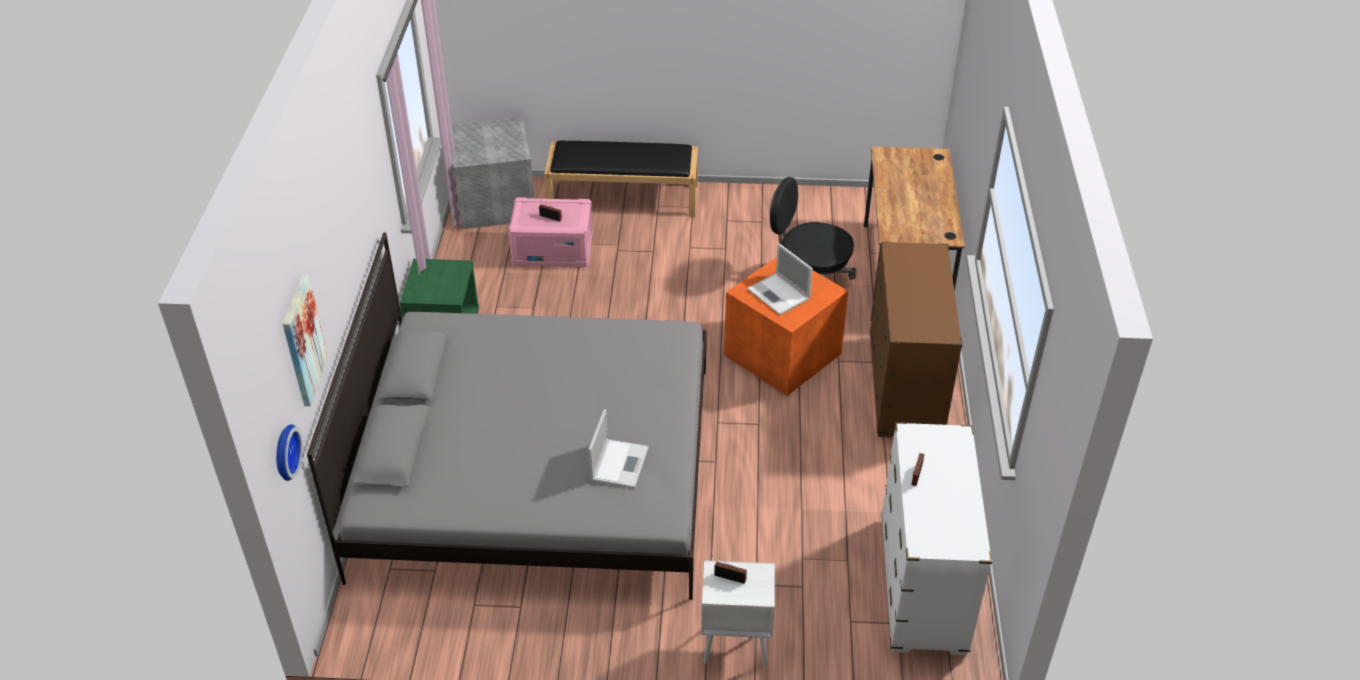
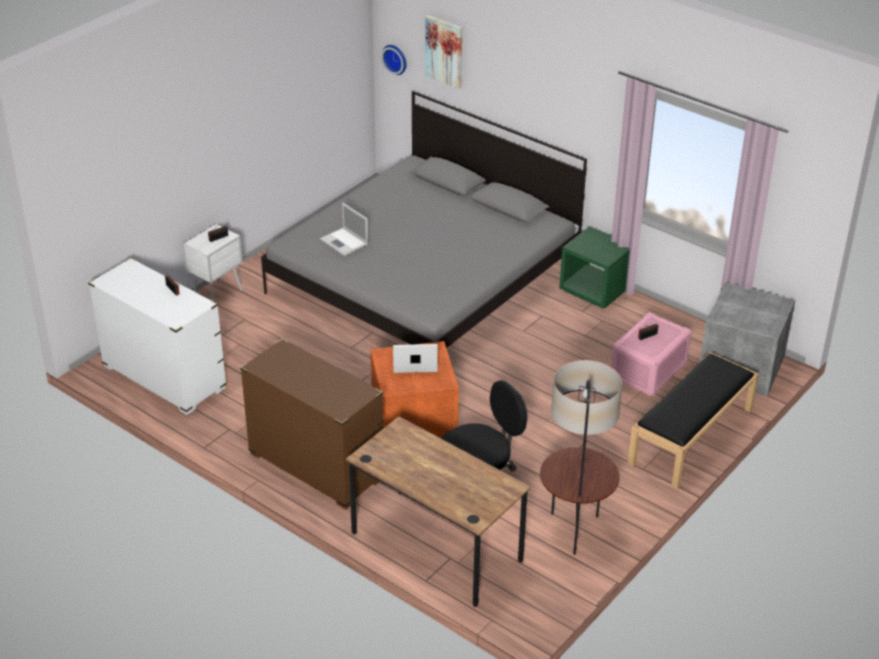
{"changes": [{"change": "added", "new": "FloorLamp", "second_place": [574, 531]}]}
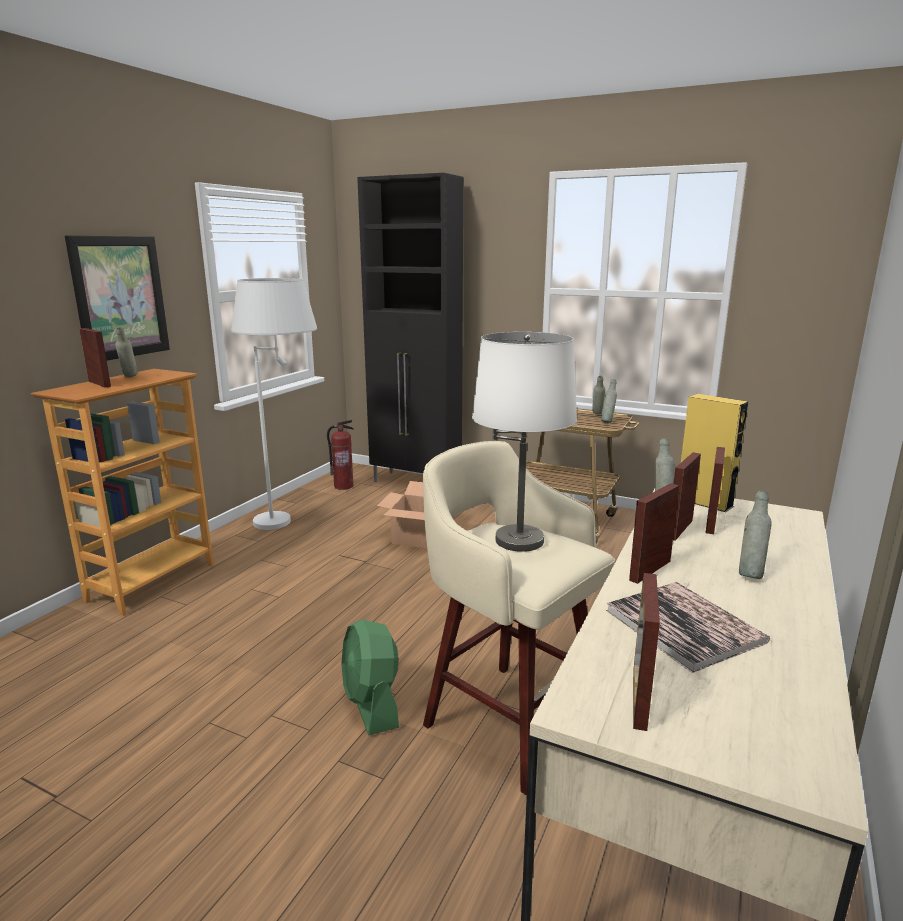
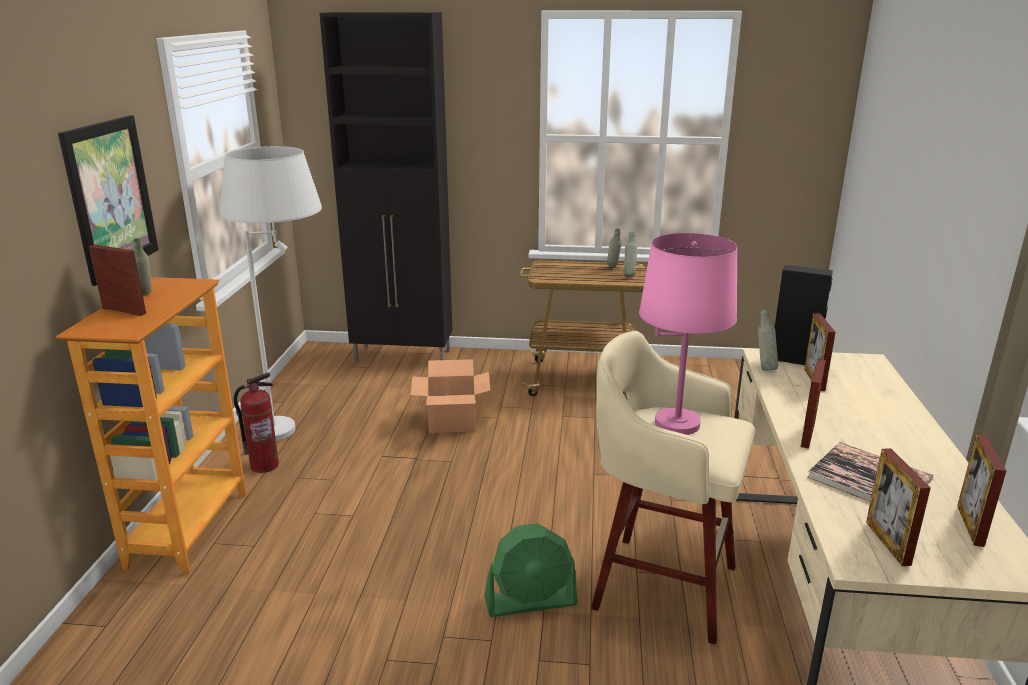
{"changes": [{"change": "moved", "old": "FireExtinguisher", "first_place": [344, 486], "second_place": [264, 465]}, {"change": "turned", "old": "GreenFan", "first_place": [372, 704], "second_place": [531, 601], "degrees": -60}, {"change": "recoloured", "old": "WhiteTableLamp", "new": "PinkTableLamp", "first_place": [520, 540], "second_place": [677, 423]}, {"change": "recoloured", "old": "YellowSpeaker", "new": "BlackSpeaker", "first_place": [704, 502], "second_place": [793, 359]}, {"change": "moved", "old": "PictureFrame", "first_place": [680, 529], "second_place": [970, 525]}, {"change": "removed", "old": "GreyBottle", "first_place": [750, 574]}]}
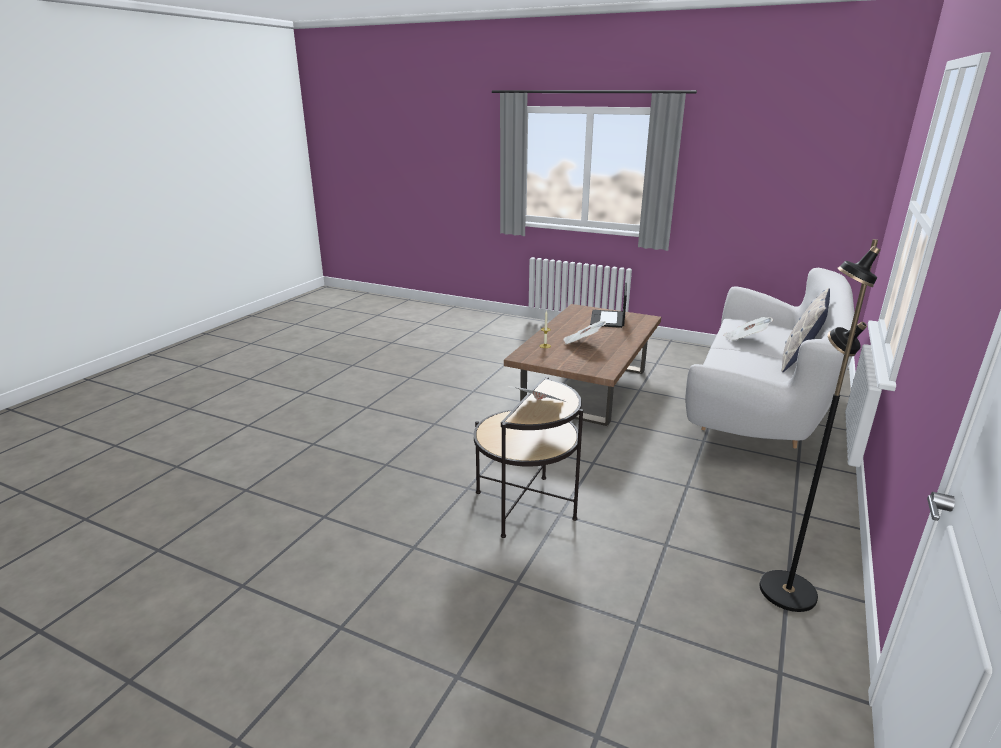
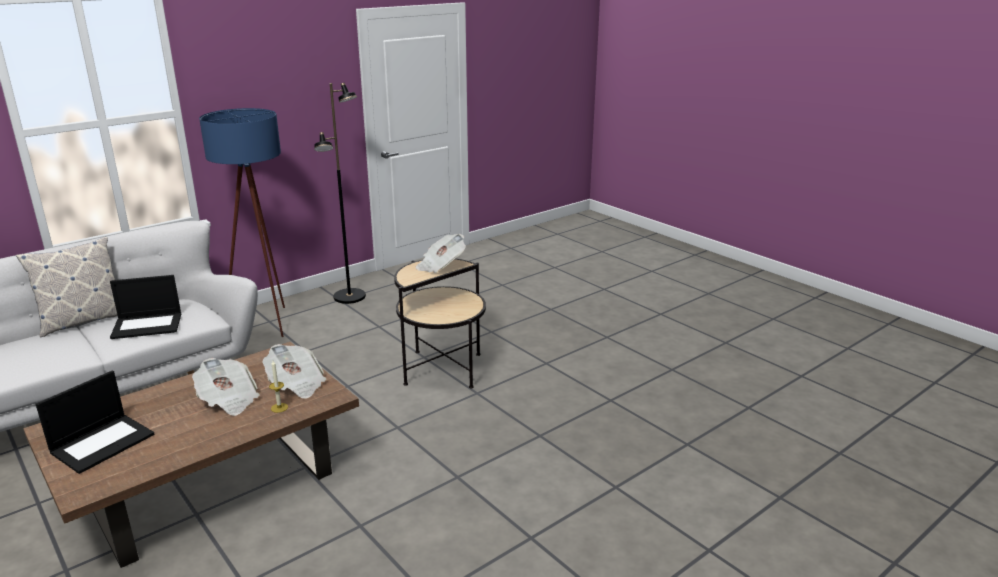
{"changes": [{"change": "added", "new": "Laptop", "second_place": [148, 325]}, {"change": "added", "new": "BlueFloorLamp", "second_place": [267, 326]}, {"change": "moved", "old": "Newspaper", "first_place": [745, 339], "second_place": [296, 384]}]}
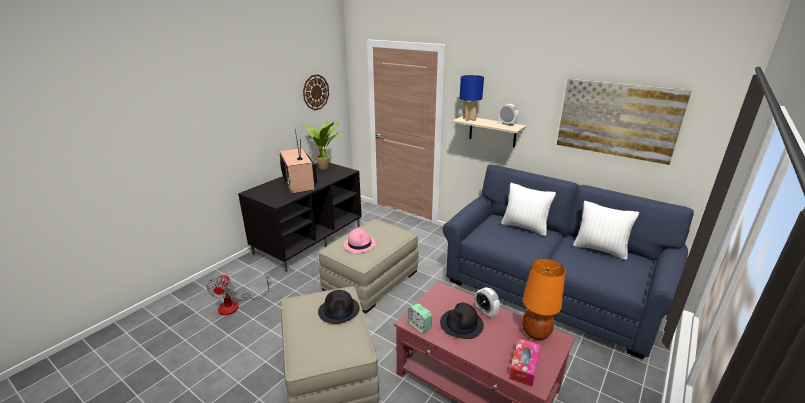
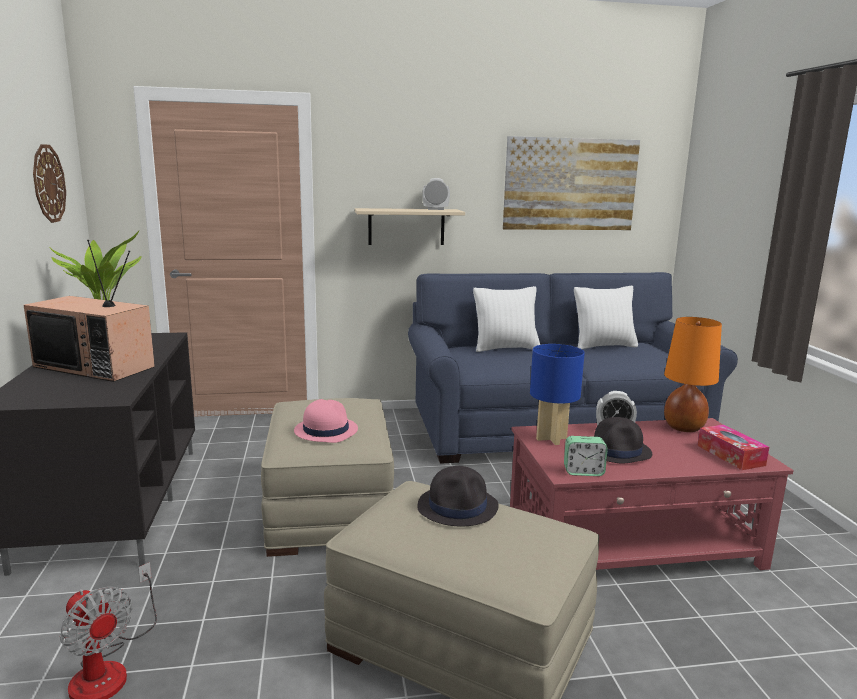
{"changes": [{"change": "moved", "old": "BlueTableLamp", "first_place": [469, 119], "second_place": [551, 439]}]}
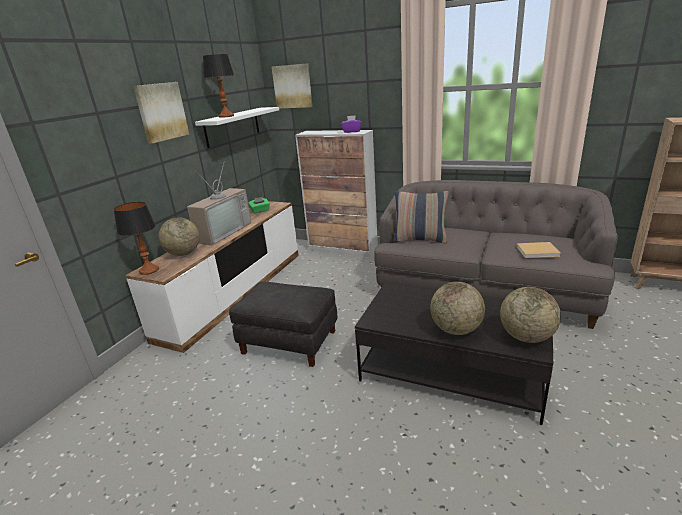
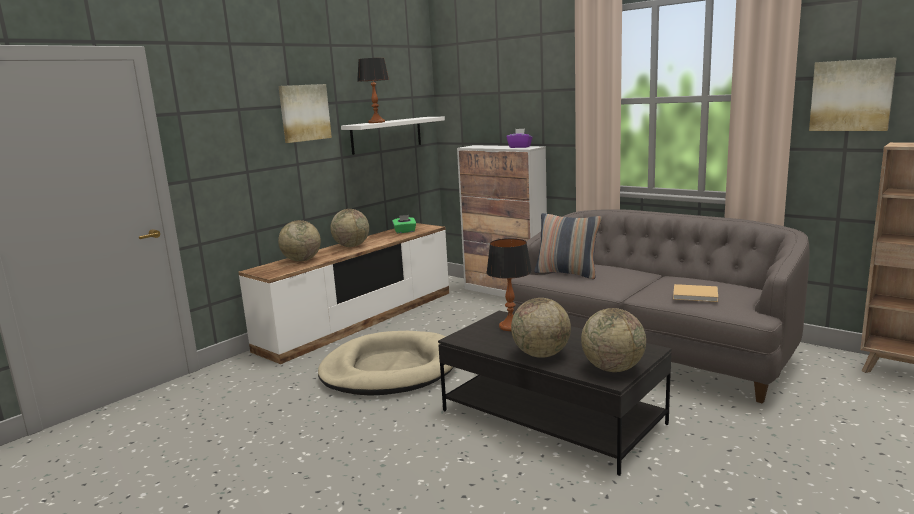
{"changes": [{"change": "replaced", "old": "BlackOttoman", "new": "BeigeDogBed", "first_place": [288, 342], "second_place": [390, 369]}, {"change": "replaced", "old": "Television", "new": "Globe", "first_place": [222, 232], "second_place": [351, 246]}, {"change": "moved", "old": "TableLamp", "first_place": [149, 270], "second_place": [510, 326]}, {"change": "moved", "old": "Picture", "first_place": [293, 86], "second_place": [851, 95]}]}
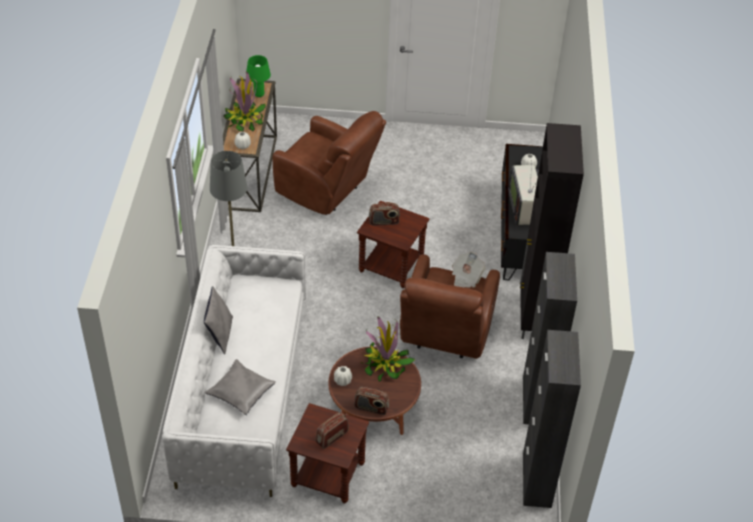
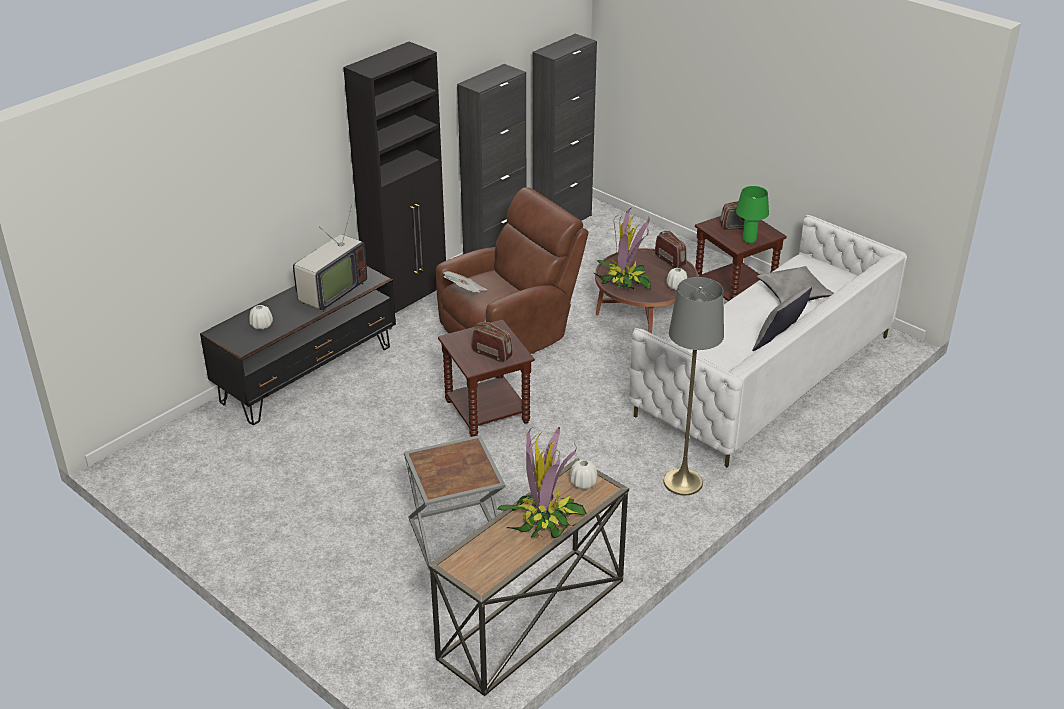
{"changes": [{"change": "replaced", "old": "BrownArmchair", "new": "GreySideTable", "first_place": [327, 190], "second_place": [457, 534]}, {"change": "moved", "old": "GreenTableLamp", "first_place": [259, 94], "second_place": [748, 241]}]}
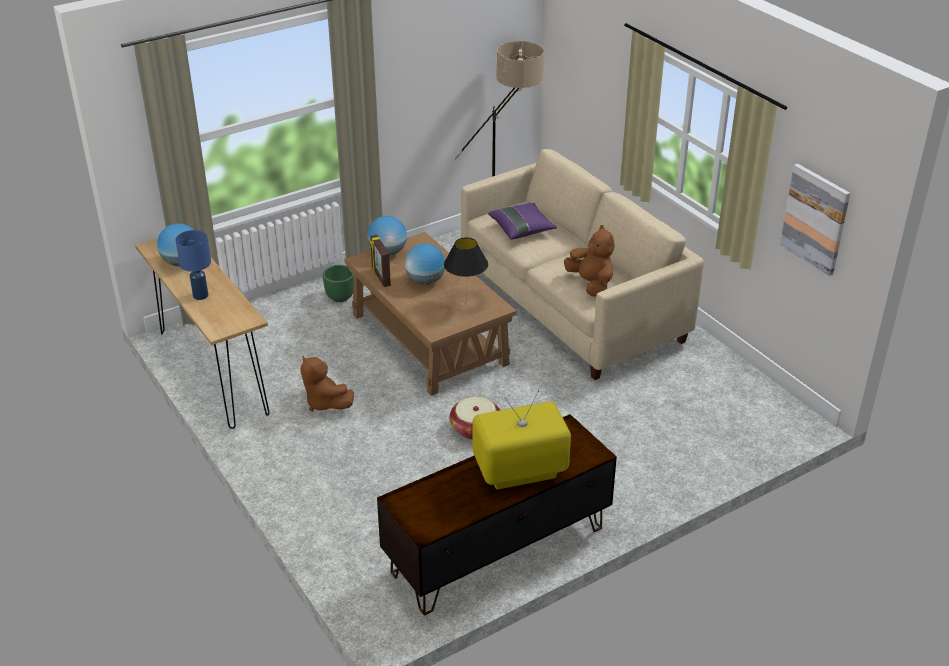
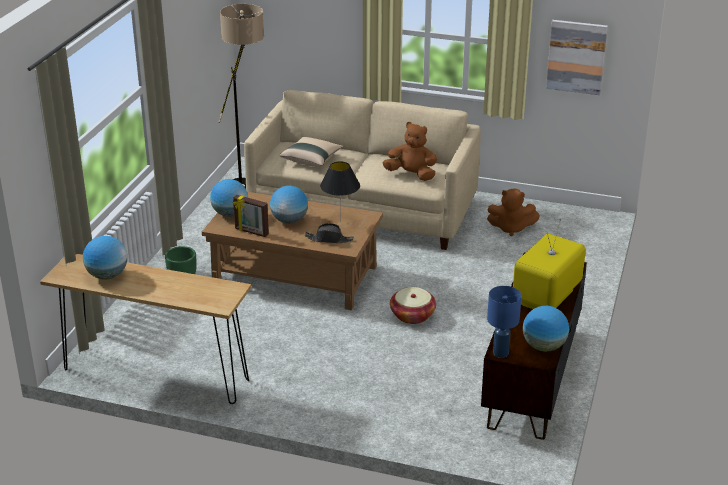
{"changes": [{"change": "recoloured", "old": "PurplePillow", "new": "BeigePillow", "first_place": [522, 230], "second_place": [312, 160]}, {"change": "added", "new": "BlackHat", "second_place": [329, 239]}, {"change": "moved", "old": "BrownPlushToy", "first_place": [325, 403], "second_place": [511, 228]}, {"change": "moved", "old": "BlueTableLamp", "first_place": [200, 296], "second_place": [500, 353]}, {"change": "added", "new": "Globe", "second_place": [543, 347]}]}
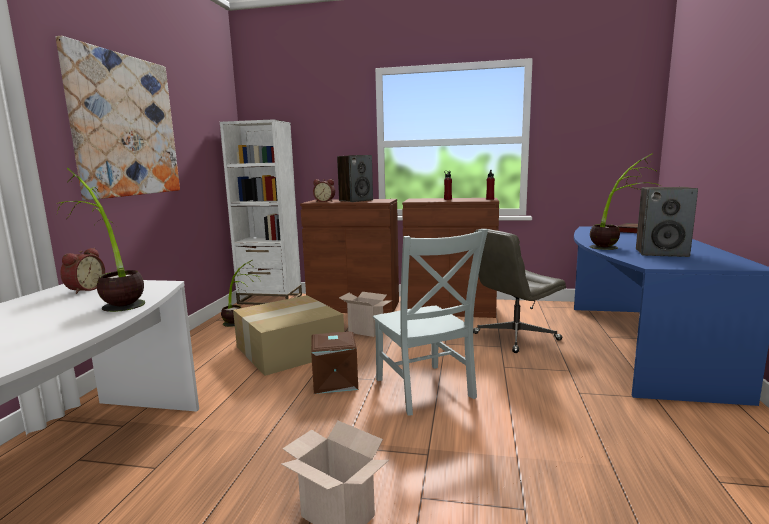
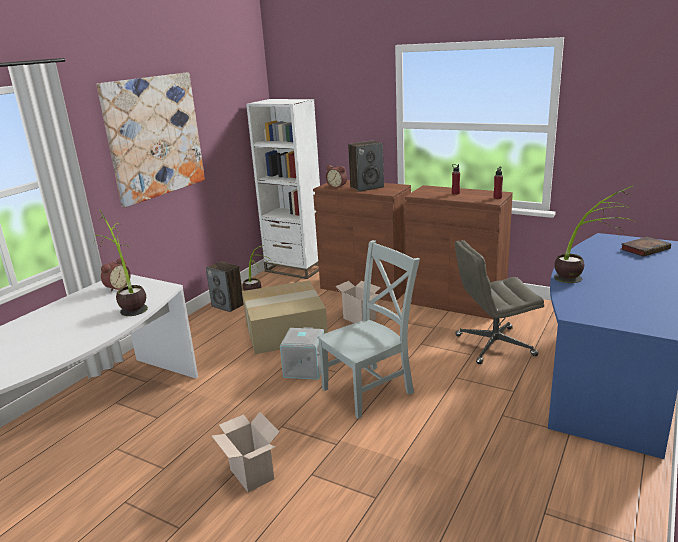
{"changes": [{"change": "moved", "old": "Speaker", "first_place": [661, 253], "second_place": [228, 305]}, {"change": "recoloured", "old": "BrownStorageBox", "new": "GreyStorageBox", "first_place": [334, 381], "second_place": [304, 368]}, {"change": "turned", "old": "GreyChair", "first_place": [425, 390], "second_place": [371, 389], "degrees": -120}]}
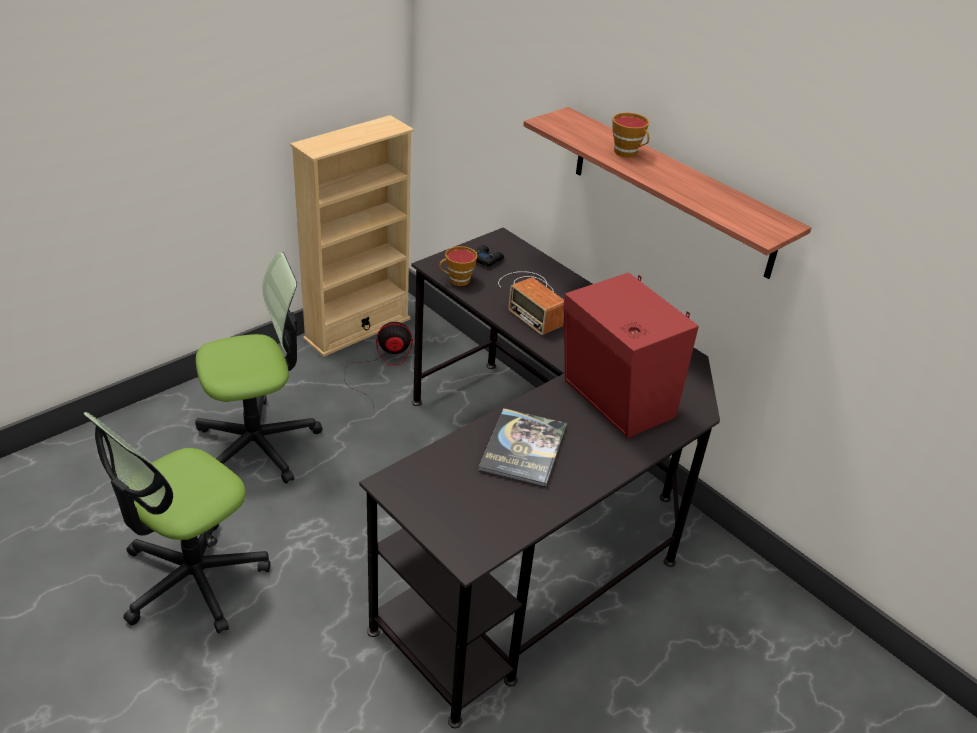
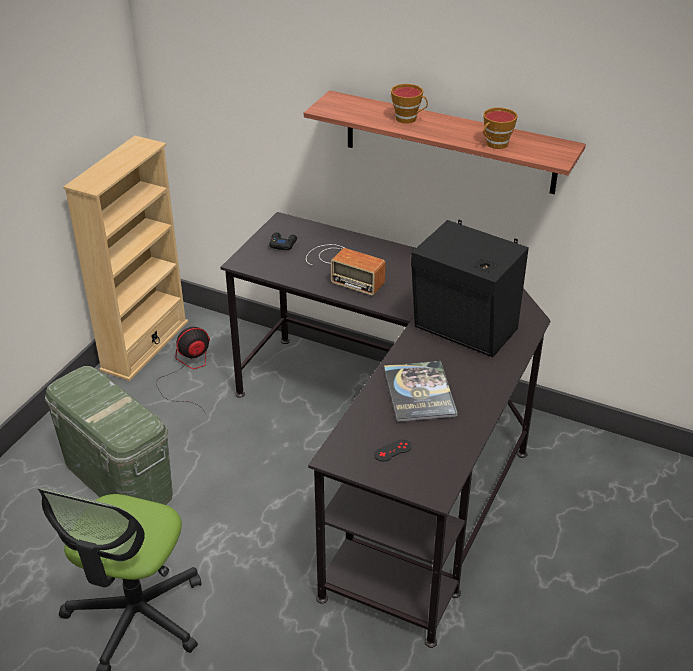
{"changes": [{"change": "replaced", "old": "OfficeChair", "new": "GreenStorageBox", "first_place": [258, 443], "second_place": [118, 478]}, {"change": "added", "new": "BlackGameController", "second_place": [392, 450]}, {"change": "recoloured", "old": "RedSpeaker", "new": "BlackSpeaker", "first_place": [615, 401], "second_place": [465, 331]}, {"change": "moved", "old": "Cup", "first_place": [457, 281], "second_place": [495, 145]}]}
